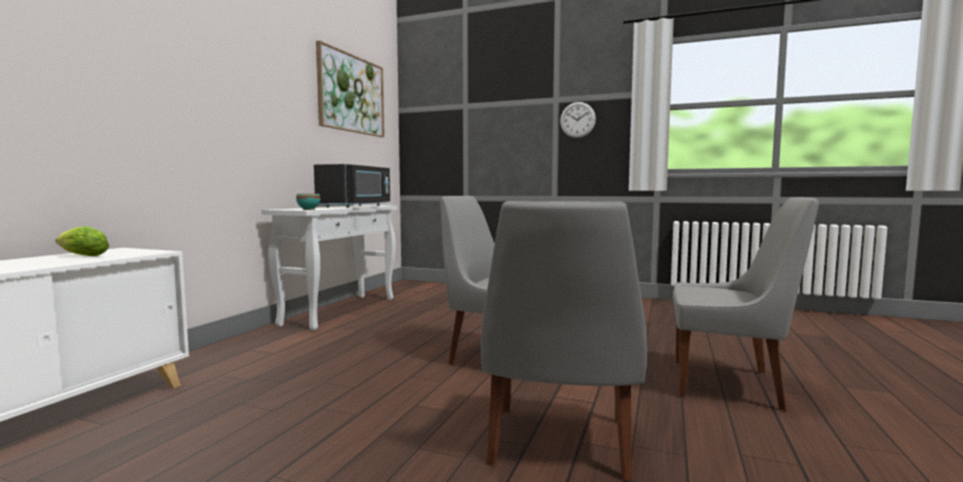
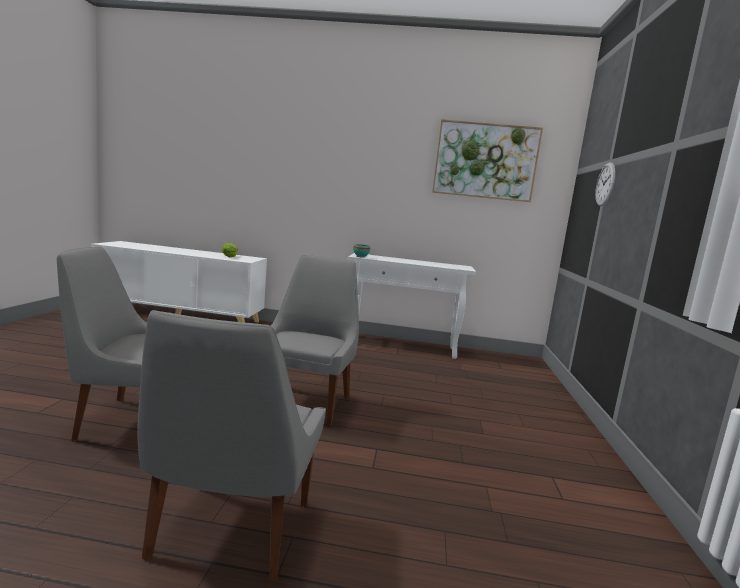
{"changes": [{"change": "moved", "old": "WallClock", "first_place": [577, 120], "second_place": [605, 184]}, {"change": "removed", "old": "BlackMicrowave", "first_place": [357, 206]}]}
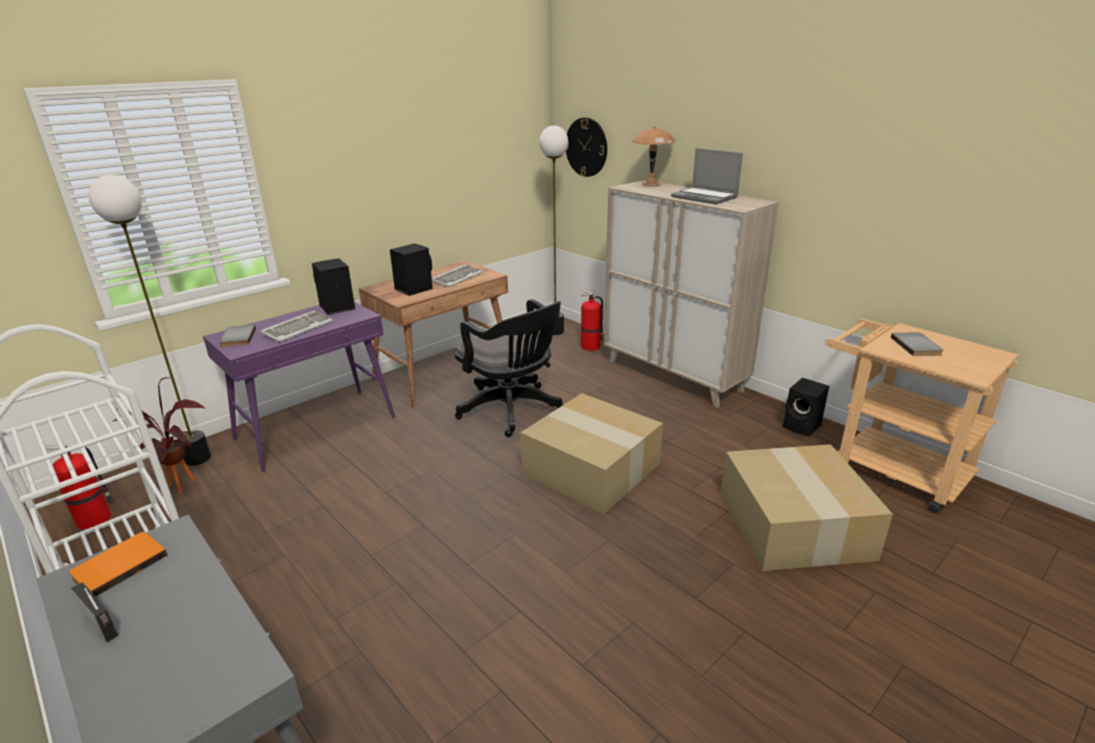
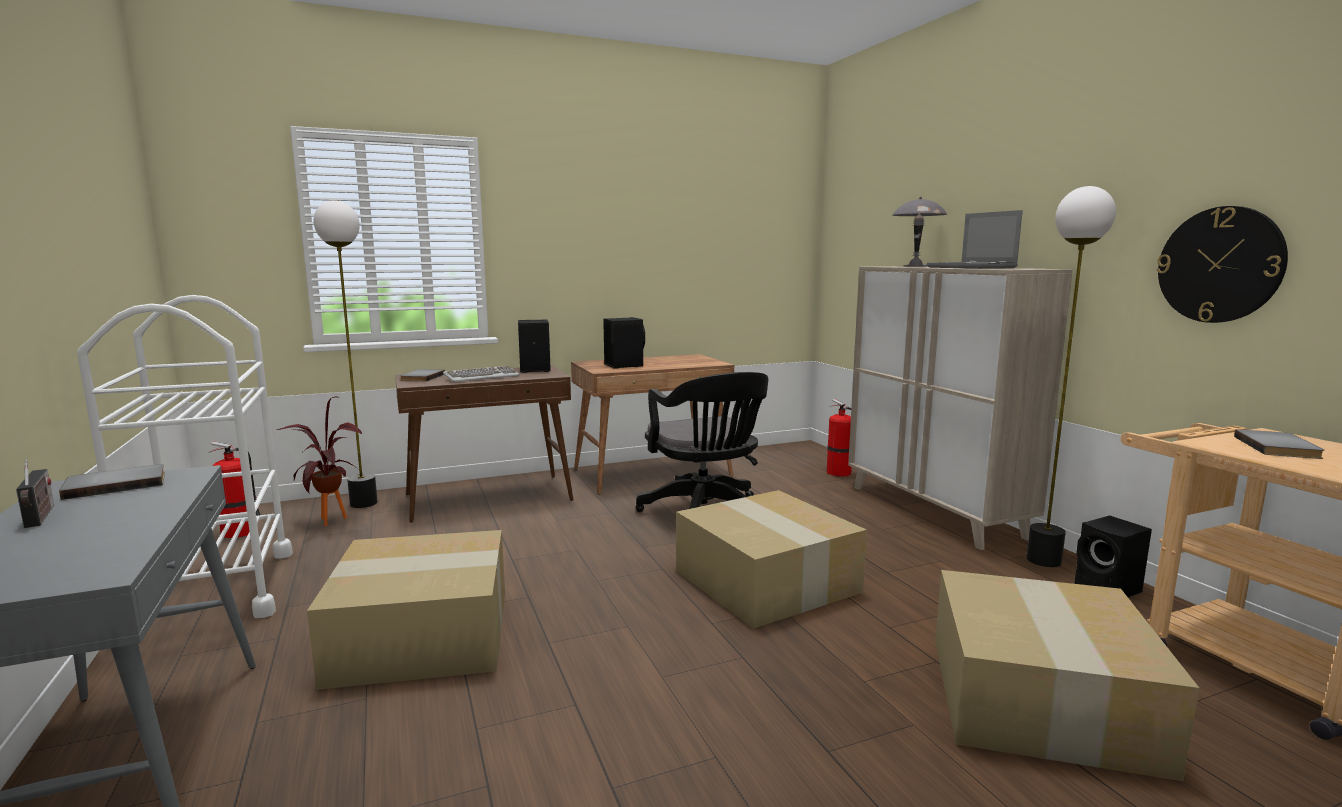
{"changes": [{"change": "recoloured", "old": "OrangeBook", "new": "GreyBook", "first_place": [119, 565], "second_place": [116, 484]}, {"change": "added", "new": "CardboardBox", "second_place": [425, 633]}, {"change": "recoloured", "old": "PurpleConsoleTable", "new": "BrownConsoleTable", "first_place": [317, 427], "second_place": [489, 497]}, {"change": "recoloured", "old": "BrownTableLamp", "new": "GreyTableLamp", "first_place": [650, 184], "second_place": [915, 266]}, {"change": "moved", "old": "FloorLamp", "first_place": [556, 331], "second_place": [1044, 560]}, {"change": "moved", "old": "WallClock", "first_place": [586, 147], "second_place": [1219, 265]}, {"change": "removed", "old": "Keyboard", "first_place": [456, 278]}]}
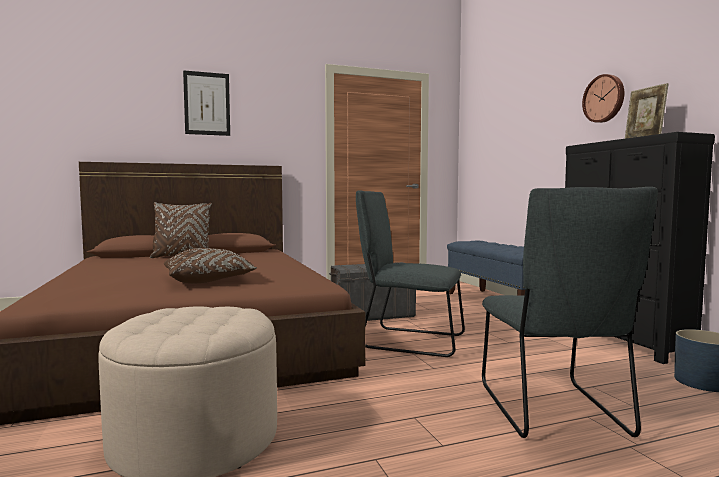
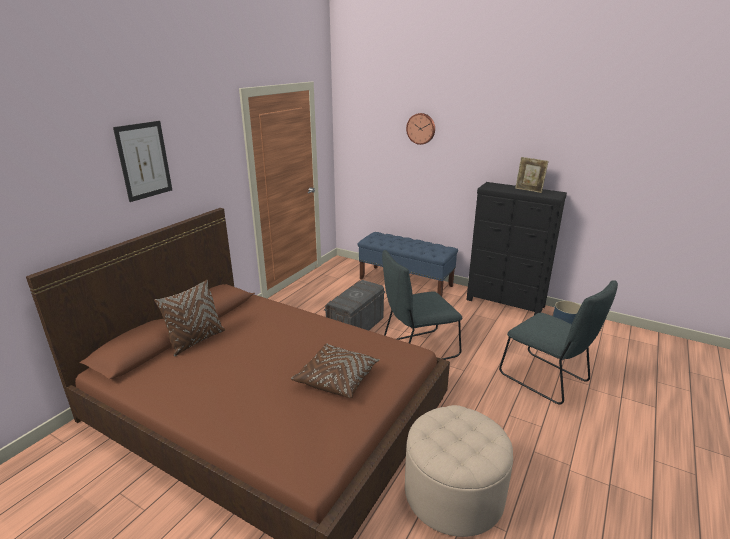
{"changes": [{"change": "moved", "old": "WallClock", "first_place": [604, 98], "second_place": [421, 128]}]}
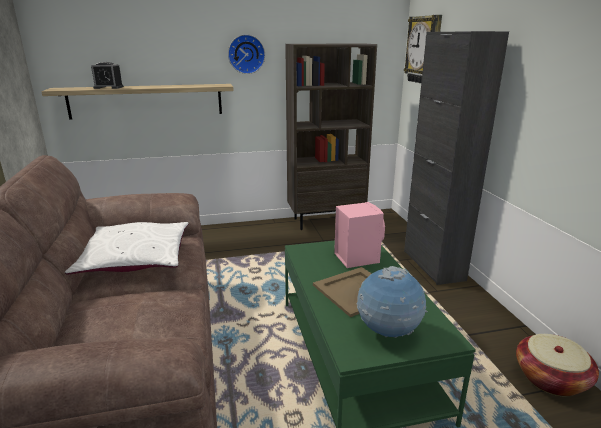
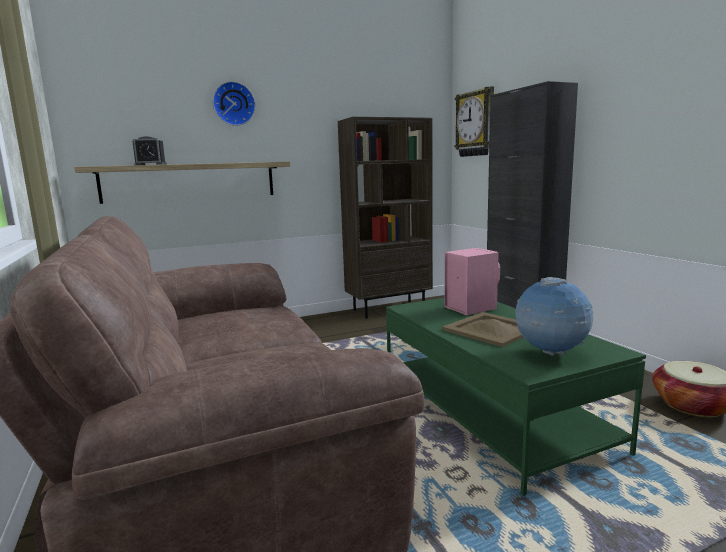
{"changes": [{"change": "moved", "old": "WallClock", "first_place": [246, 54], "second_place": [233, 104]}, {"change": "removed", "old": "WhitePillow", "first_place": [135, 258]}]}
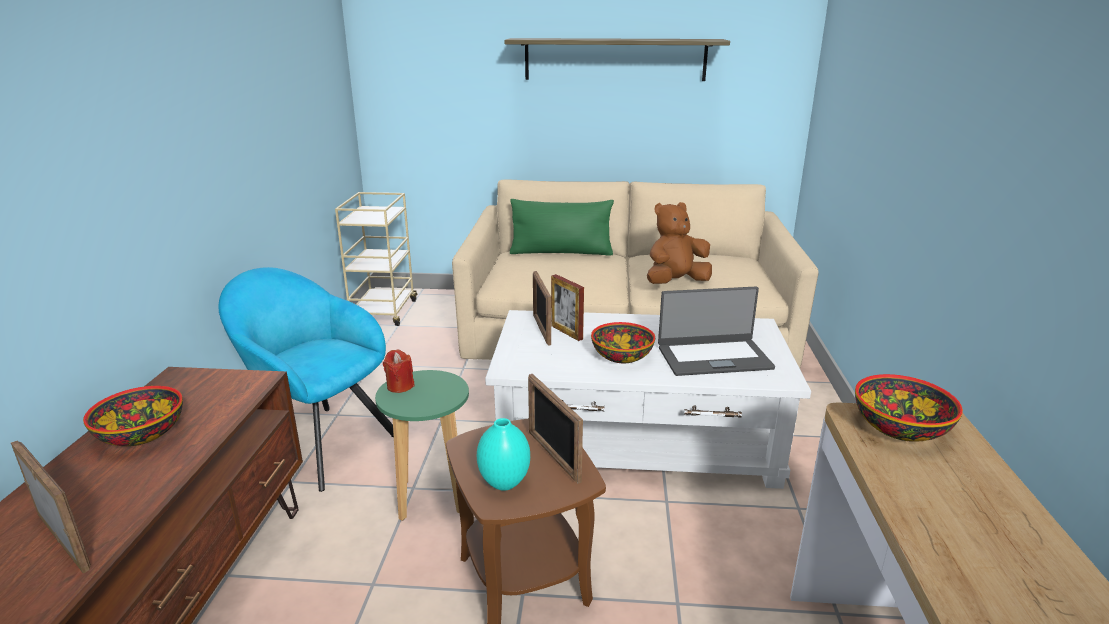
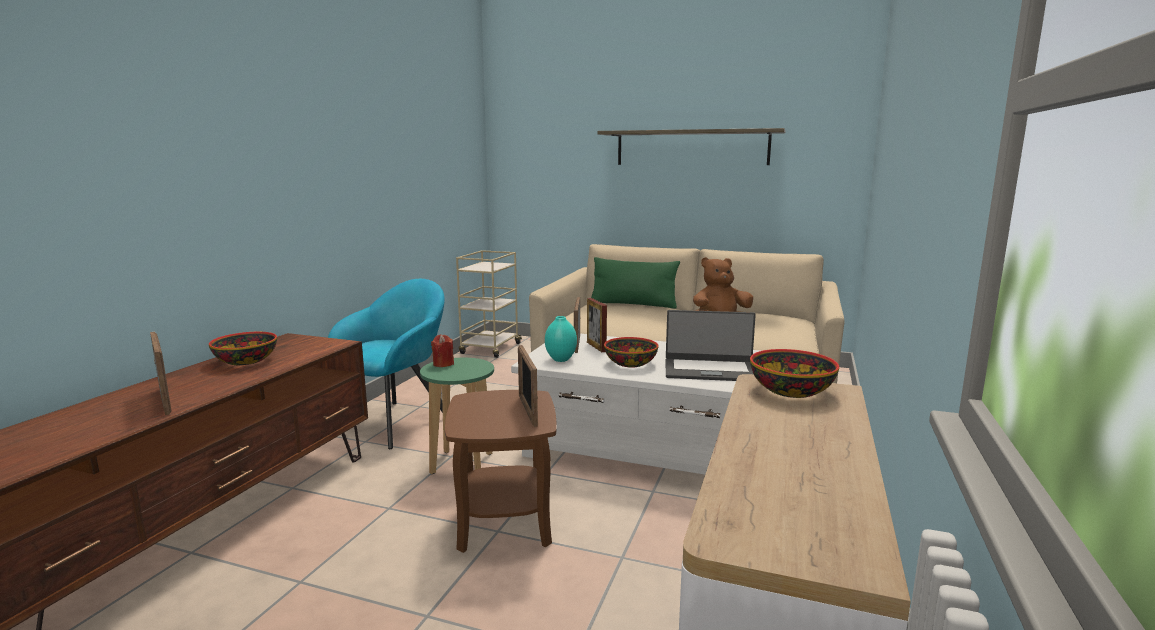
{"changes": [{"change": "turned", "old": "TurquoiseArmchair", "first_place": [319, 442], "second_place": [397, 421], "degrees": 75}, {"change": "moved", "old": "TurquoiseVase", "first_place": [504, 484], "second_place": [560, 360]}]}
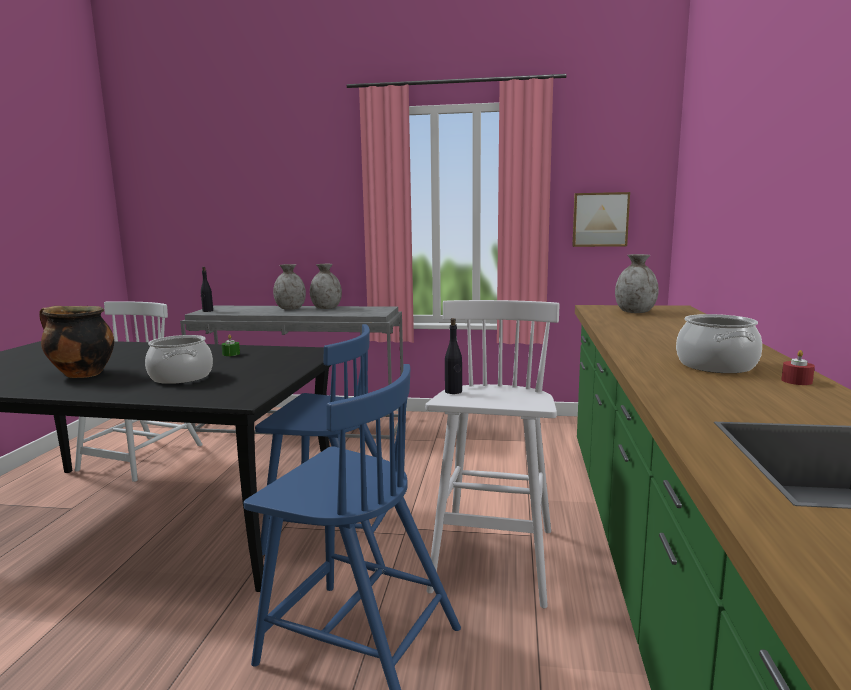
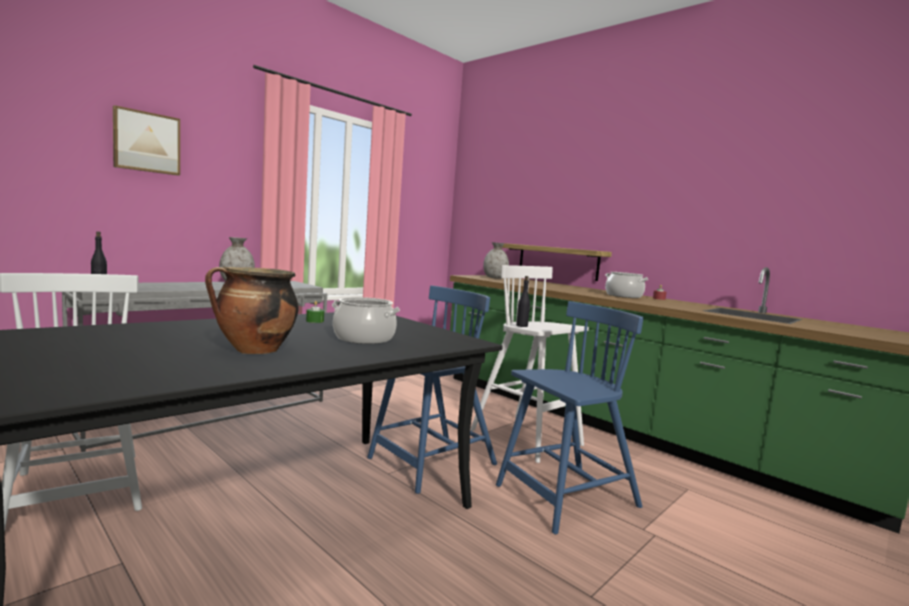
{"changes": [{"change": "moved", "old": "Picture", "first_place": [600, 219], "second_place": [146, 142]}, {"change": "added", "new": "Shelf", "second_place": [557, 261]}, {"change": "removed", "old": "GreyVase", "first_place": [290, 308]}]}
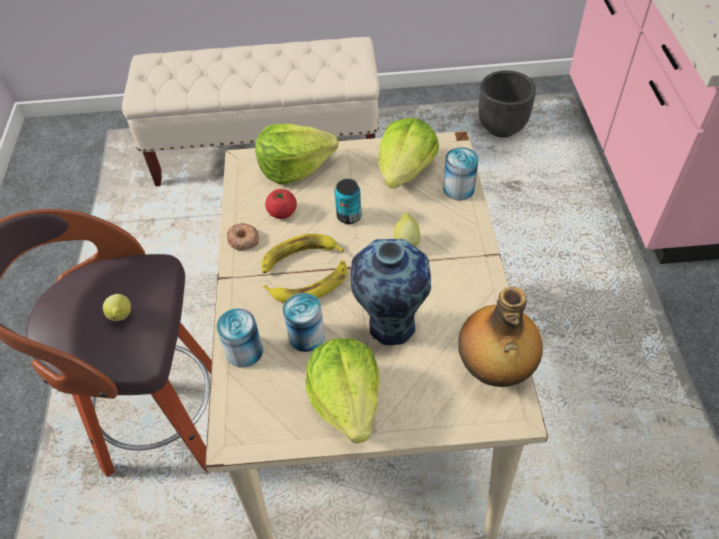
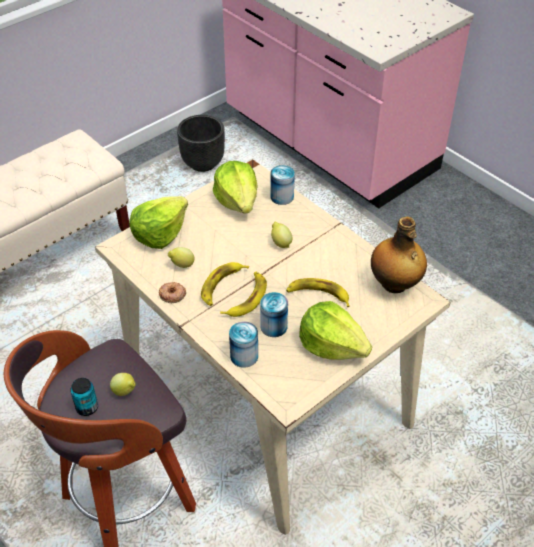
{"changes": [{"change": "moved", "old": "Can", "first_place": [349, 216], "second_place": [87, 407]}, {"change": "replaced", "old": "Tomato", "new": "Lemon", "first_place": [282, 212], "second_place": [182, 265]}, {"change": "replaced", "old": "Vase", "new": "Banana", "first_place": [390, 327], "second_place": [318, 294]}]}
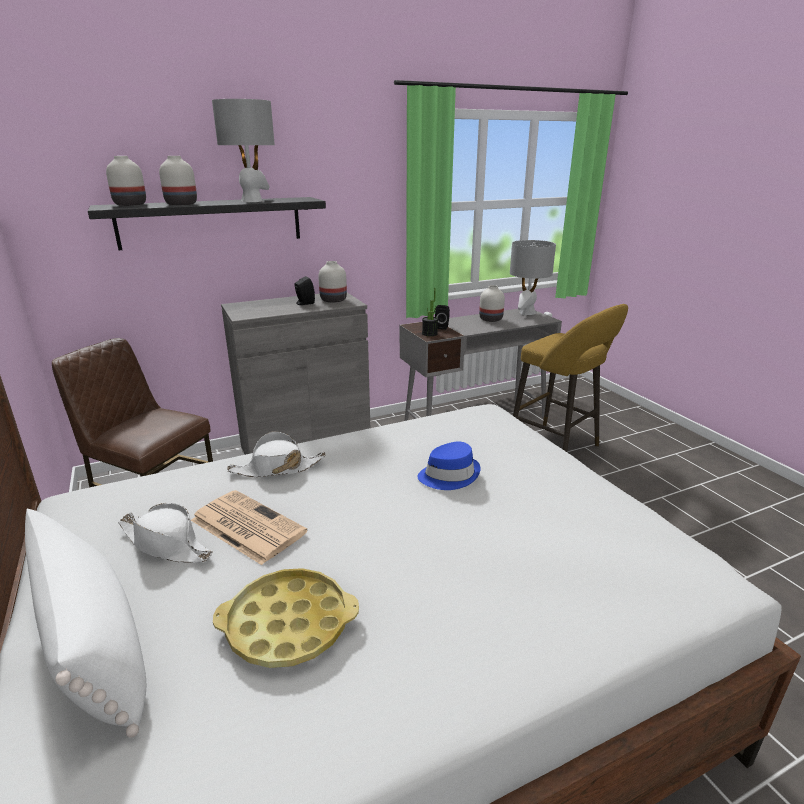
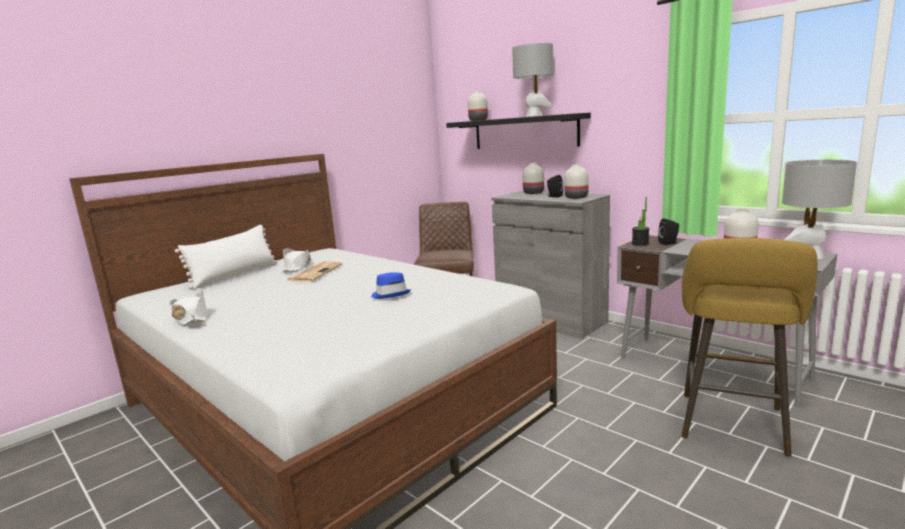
{"changes": [{"change": "moved", "old": "WhiteHat", "first_place": [277, 468], "second_place": [191, 318]}, {"change": "moved", "old": "WhiteVase", "first_place": [182, 204], "second_place": [533, 193]}, {"change": "removed", "old": "YellowTray", "first_place": [288, 624]}]}
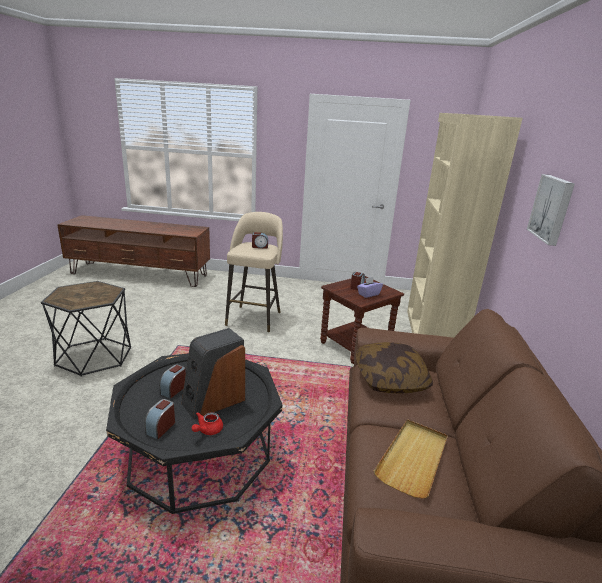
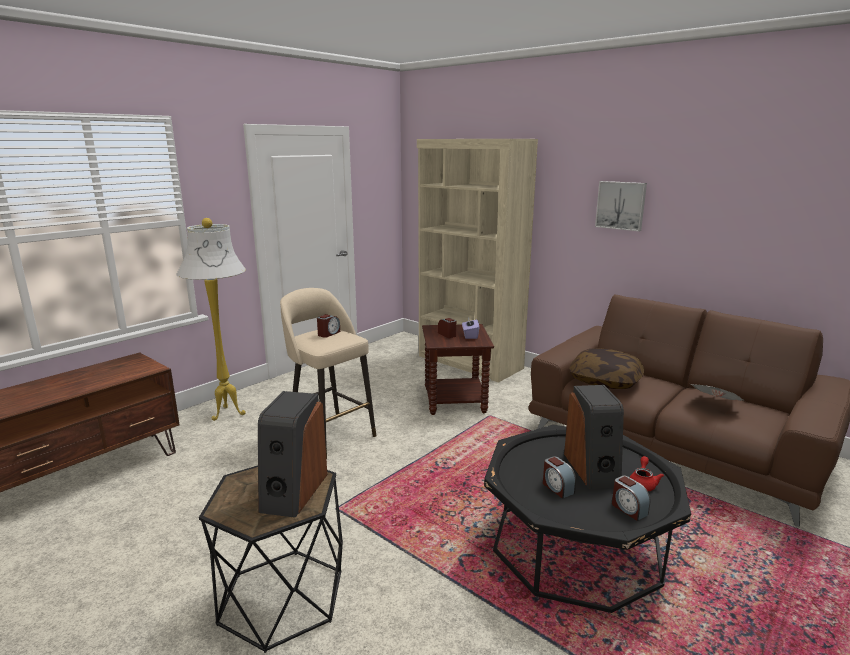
{"changes": [{"change": "added", "new": "WhiteFloorLamp", "second_place": [229, 414]}, {"change": "added", "new": "Speaker", "second_place": [293, 491]}, {"change": "turned", "old": "RedTeapot", "first_place": [207, 430], "second_place": [643, 483], "degrees": -135}, {"change": "replaced", "old": "BeigeTray", "new": "Newspaper", "first_place": [413, 459], "second_place": [715, 405]}]}
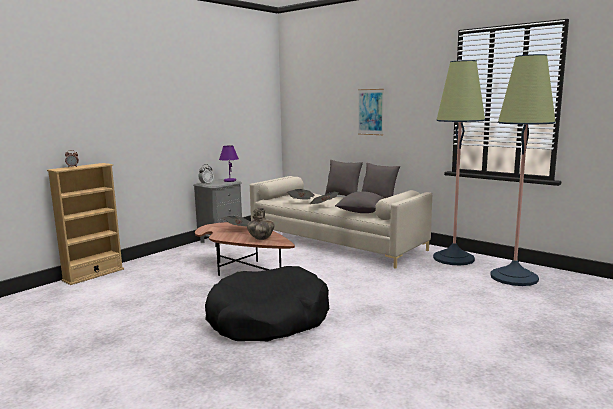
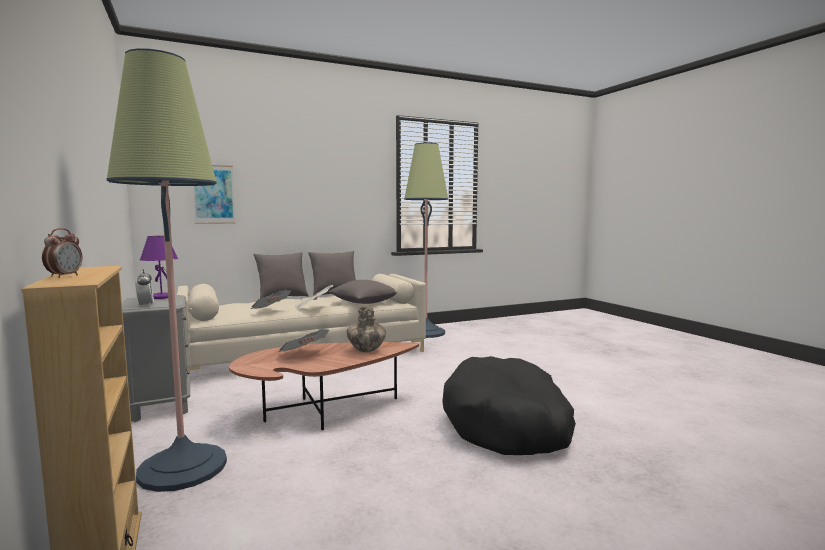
{"changes": [{"change": "moved", "old": "FloorLamp", "first_place": [514, 277], "second_place": [183, 468]}, {"change": "moved", "old": "Picture", "first_place": [370, 112], "second_place": [213, 194]}]}
